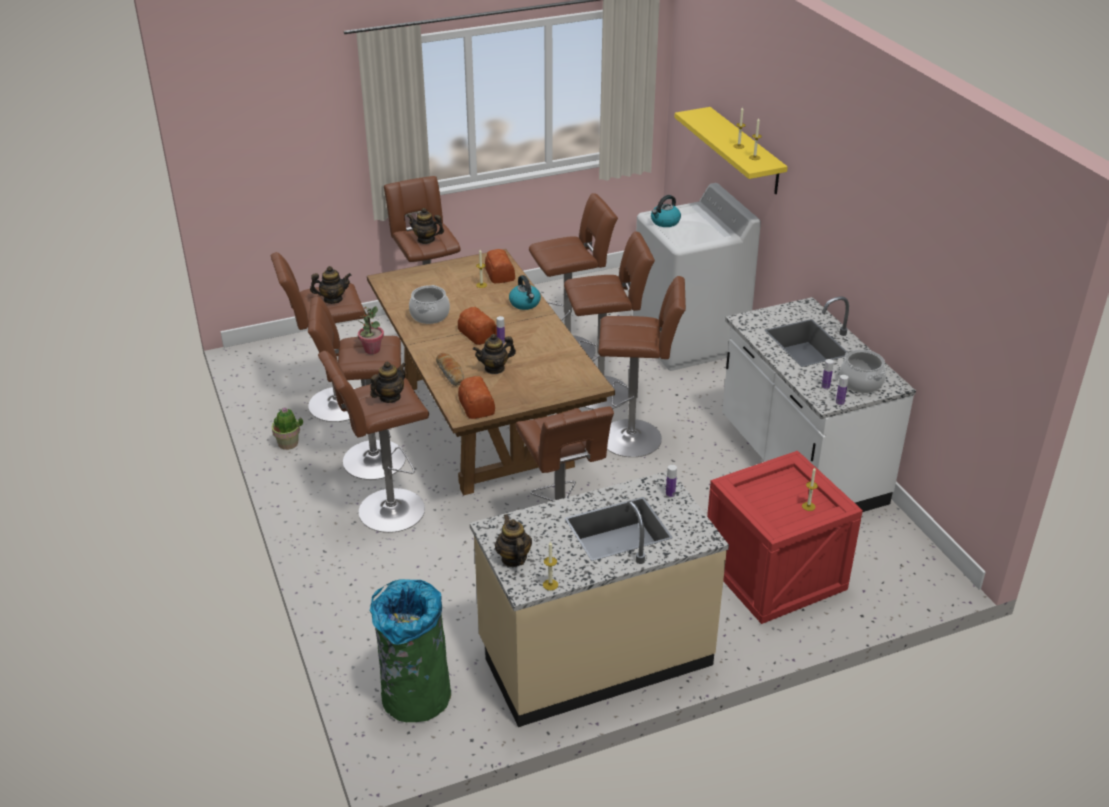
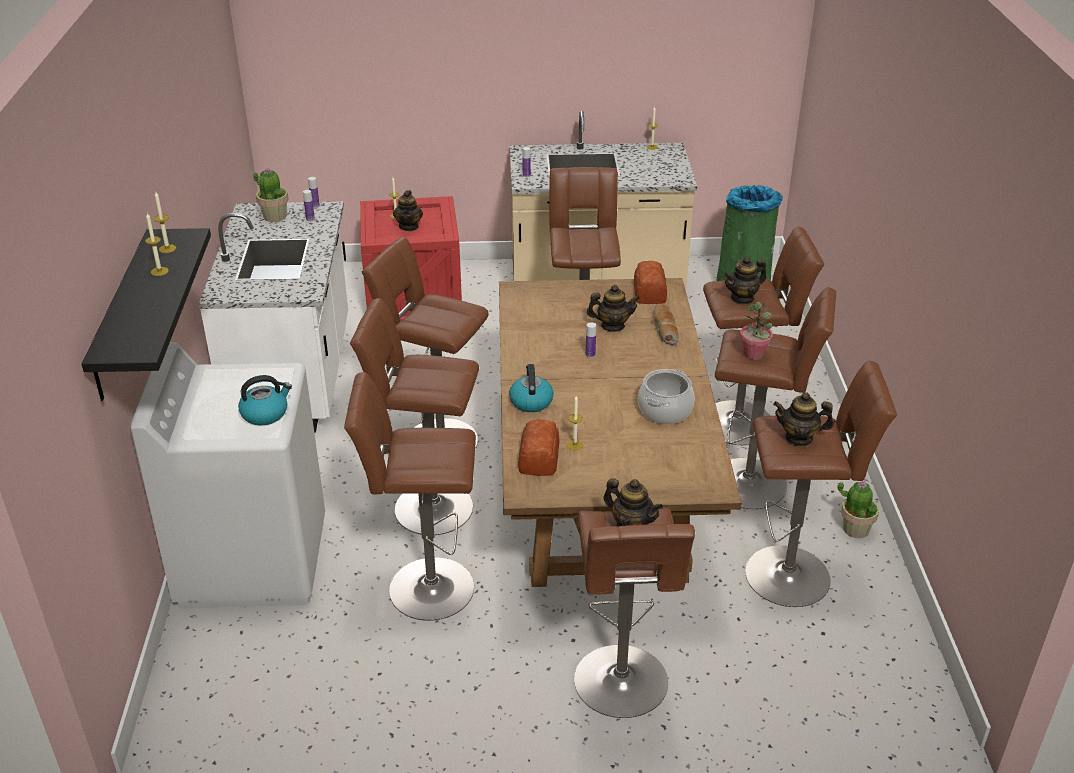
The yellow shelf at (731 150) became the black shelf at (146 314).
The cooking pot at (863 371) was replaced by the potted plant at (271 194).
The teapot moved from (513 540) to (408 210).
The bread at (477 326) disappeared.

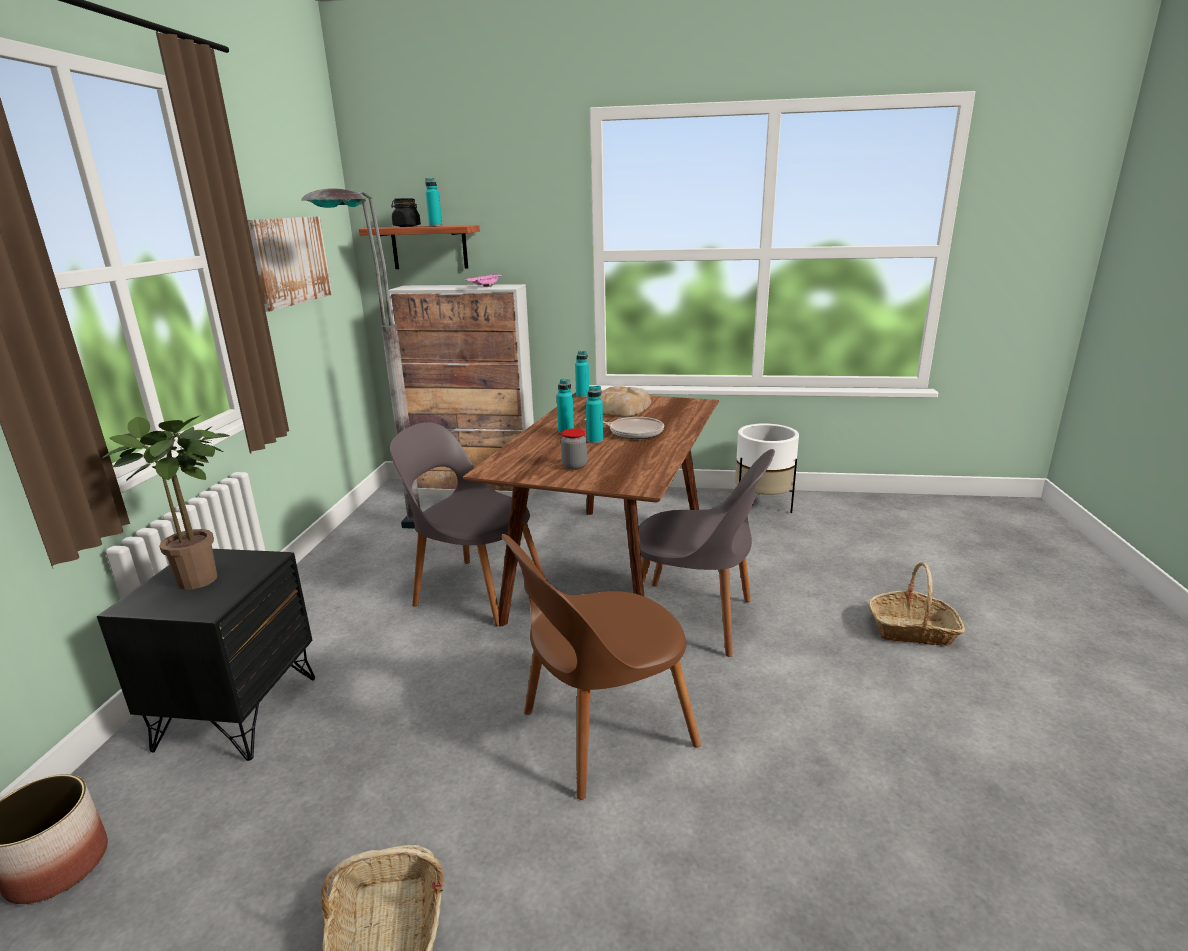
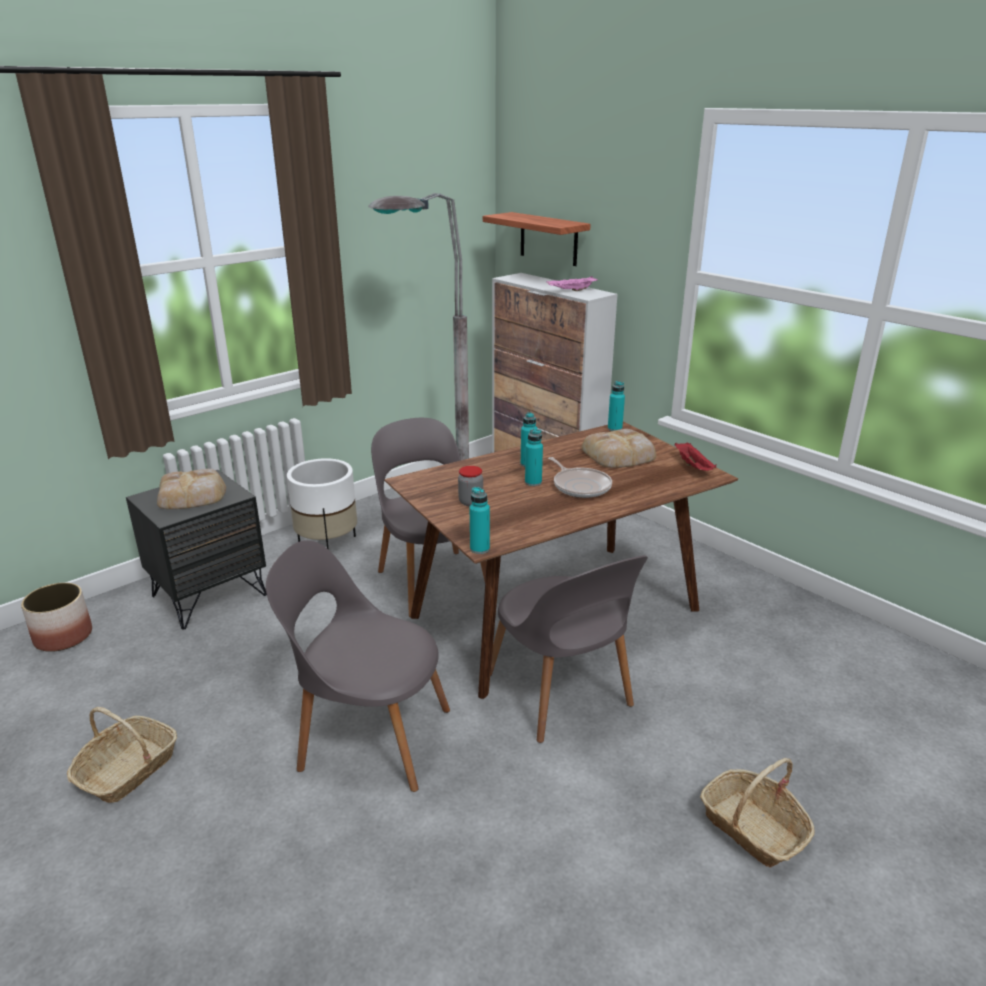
The potted plant at (166 503) was replaced by the bread at (191 489).
The brown chair at (601 667) became the grey chair at (358 666).
The white planter moved from (767 468) to (322 504).
The turquoise bottle moved from (433 202) to (480 520).
The red tray at (695 456) appeared.
The picture at (290 264) disappeared.
The black jar at (406 212) disappeared.

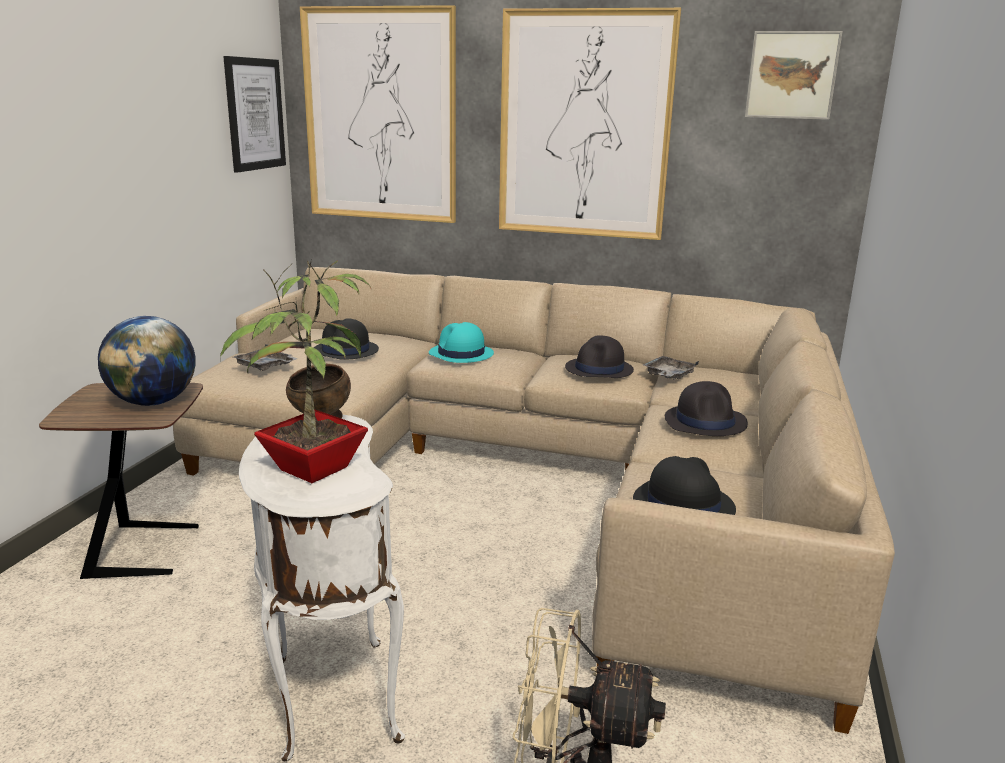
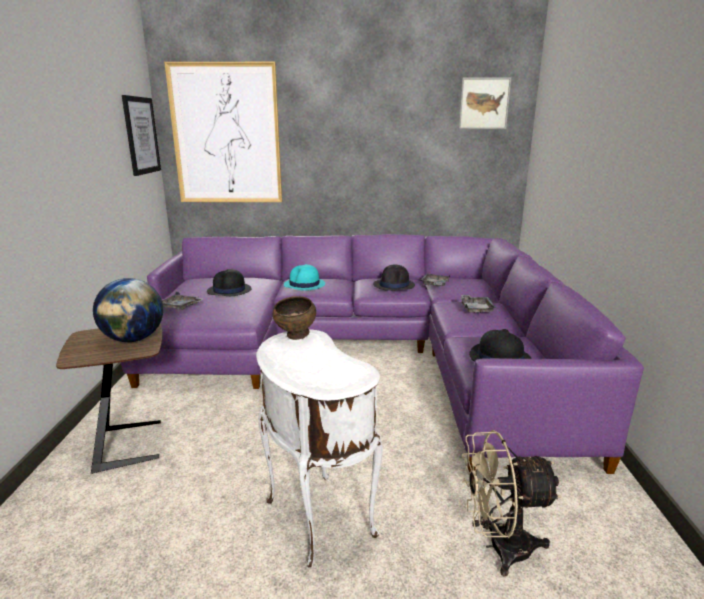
The beige sofa at (534 500) became the purple sofa at (382 354).
The black hat at (706 408) was replaced by the grey tray at (478 304).
The potted plant at (296 370) disappeared.
The picture at (590 124) disappeared.

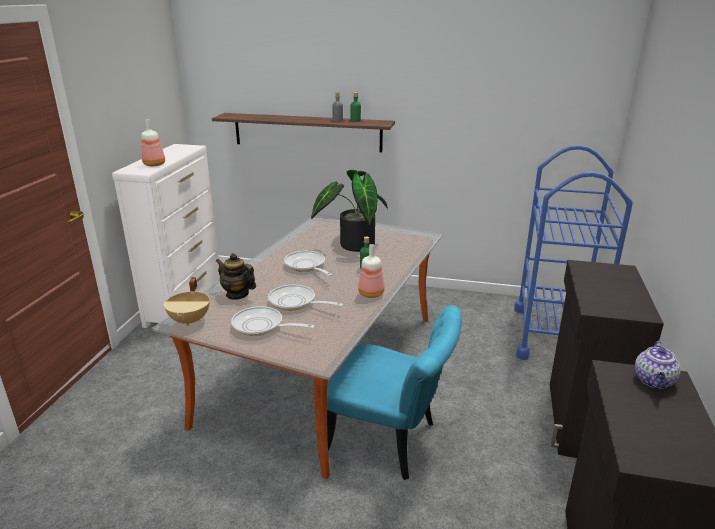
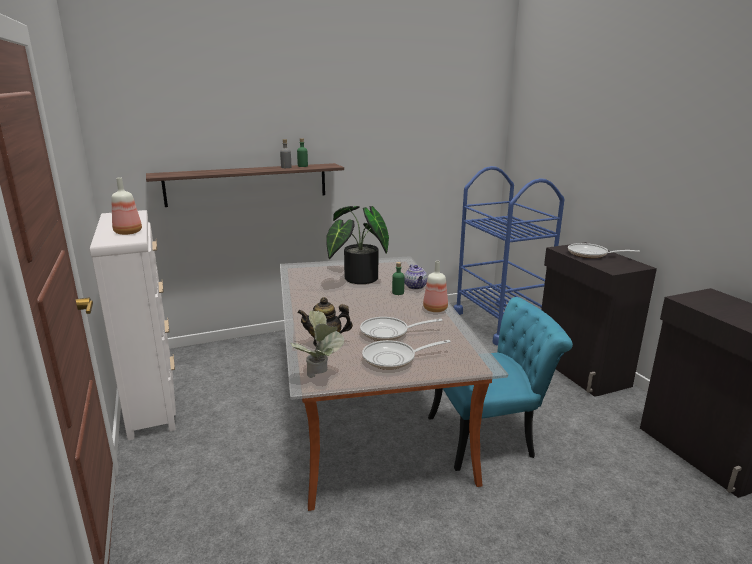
The beige cooking pot at (187 301) was replaced by the potted plant at (317 344).
The teapot moved from (658 365) to (416 277).
The frying pan moved from (308 263) to (604 250).

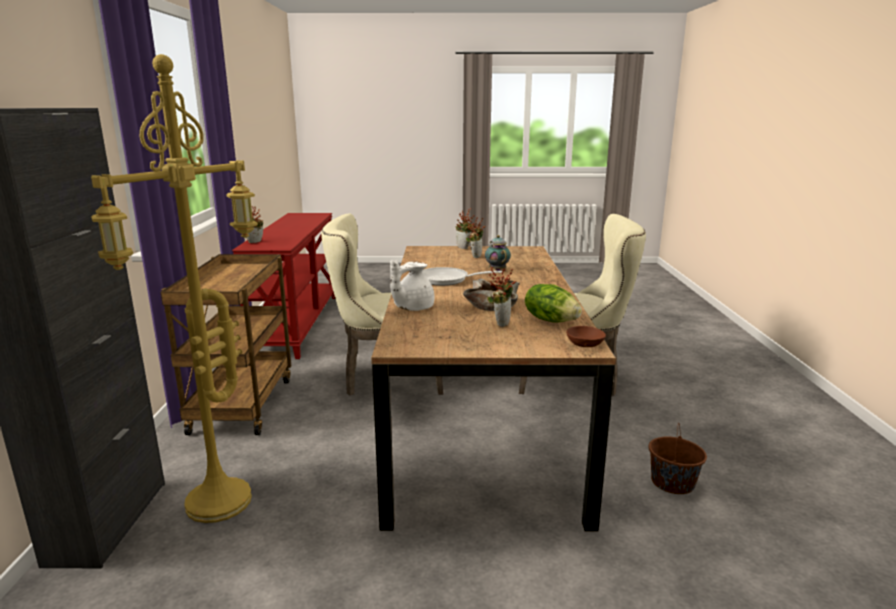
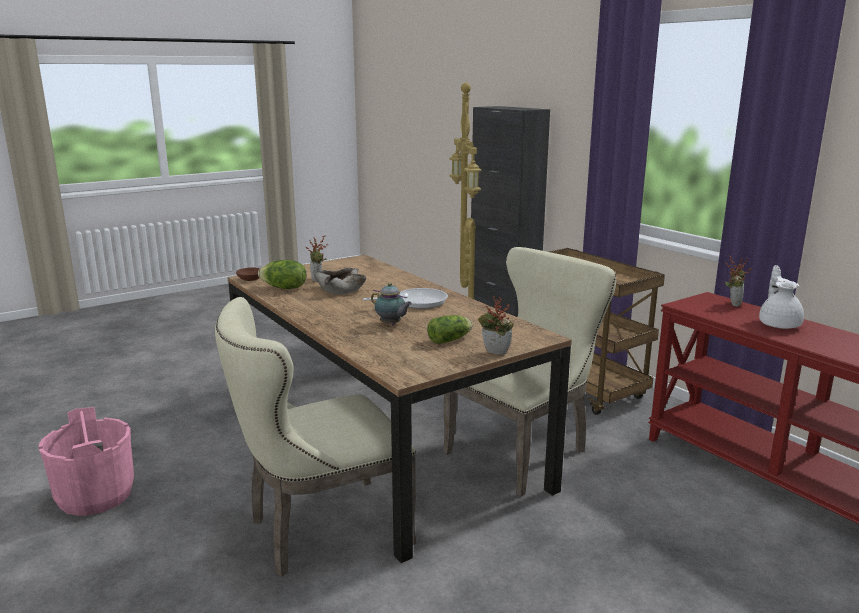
The pink bucket at (86 461) appeared.
The potted plant at (475 236) was replaced by the lettuce at (450 329).
The white teapot moved from (412 285) to (781 297).
The brown bucket at (678 458) disappeared.

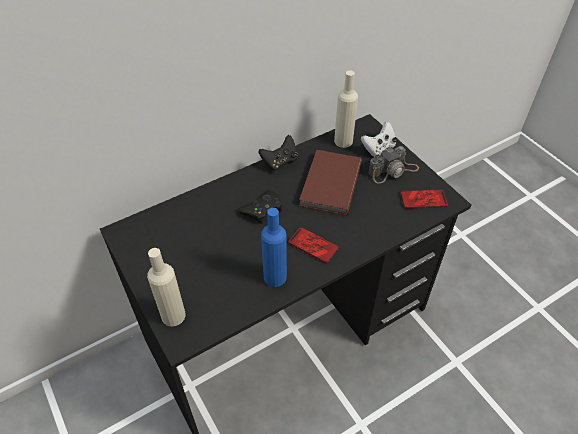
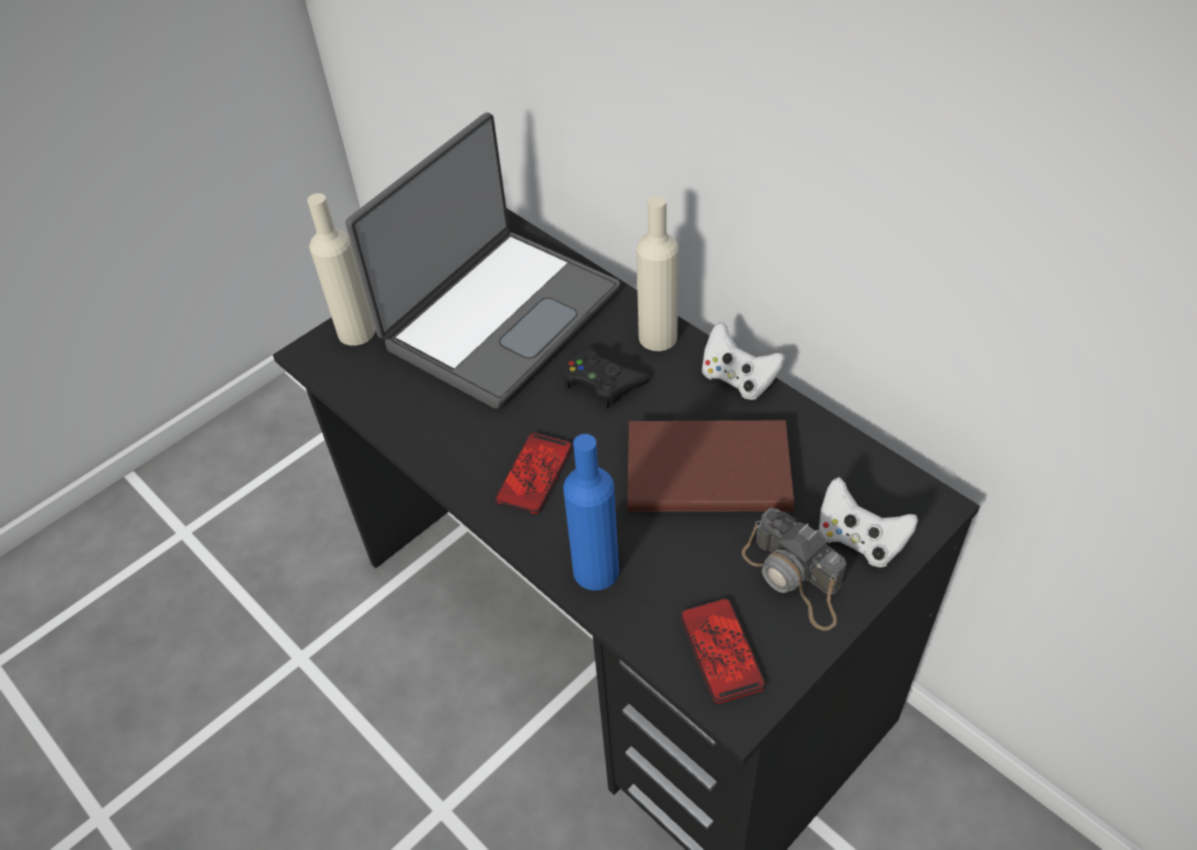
The laptop at (483 260) appeared.
The blue bottle moved from (274 247) to (591 512).
The beige bottle moved from (346 109) to (657 273).
The black game controller at (277 153) became the white game controller at (744 361).

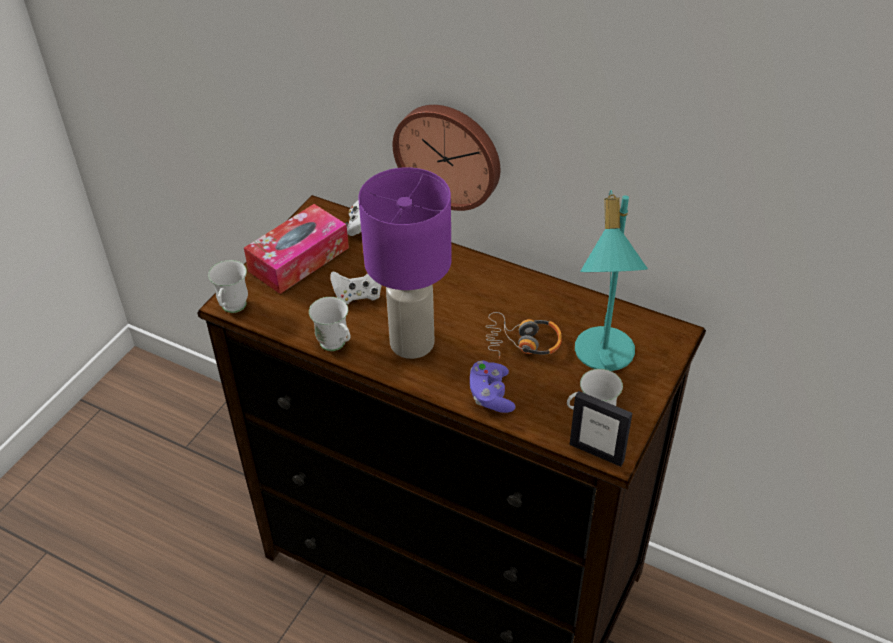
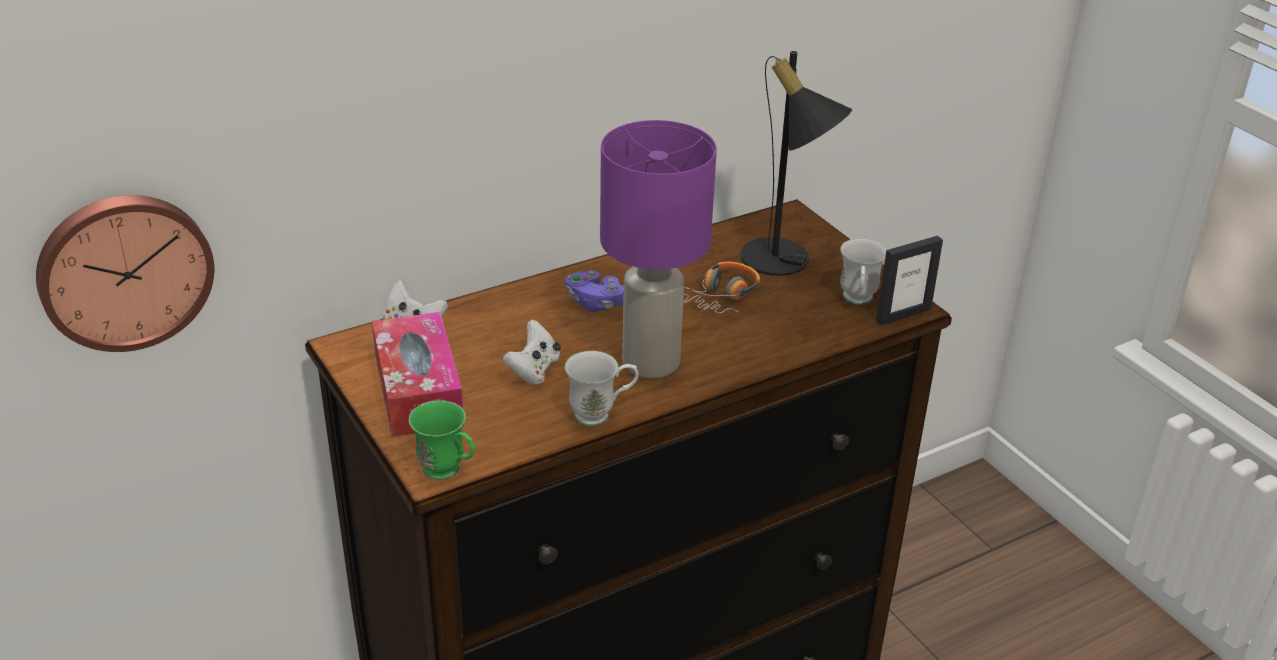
The wall clock moved from (446 158) to (125 273).
The white mug at (228 286) became the green mug at (442 440).
The purple game controller moved from (493 386) to (594 291).
The turquoise table lamp at (611 280) became the black table lamp at (796 163).

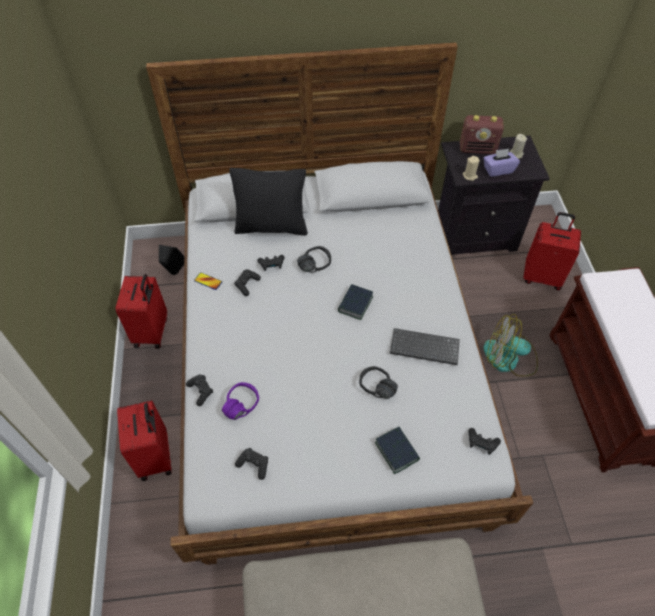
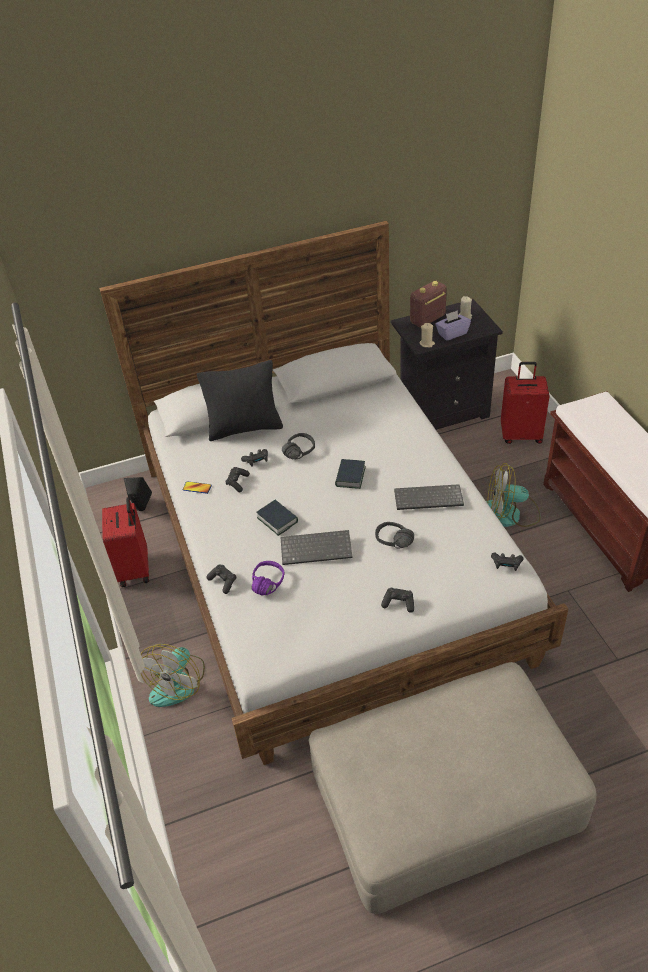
The red suitcase at (144 440) was replaced by the fan at (173 675).
The book moved from (397 450) to (277 518).
The keyboard at (316 547) appeared.
The black game controller moved from (251 464) to (397 600).
The radio at (482 134) turned 150 degrees clockwise.

